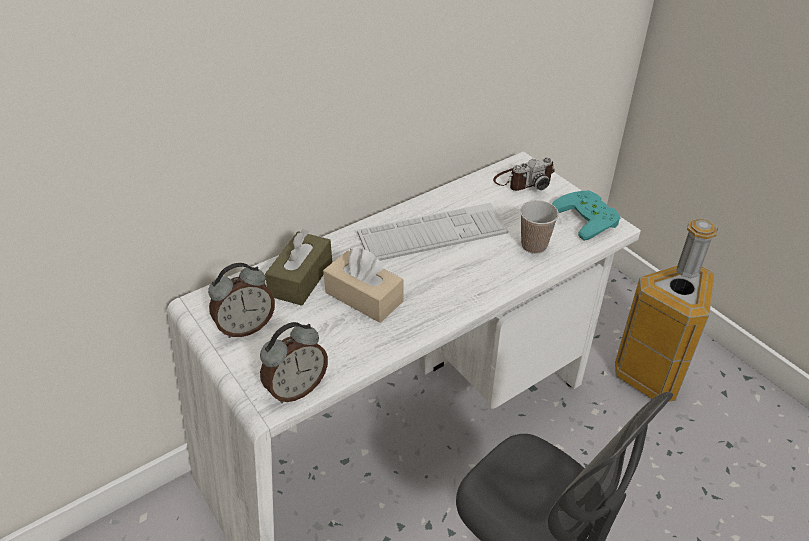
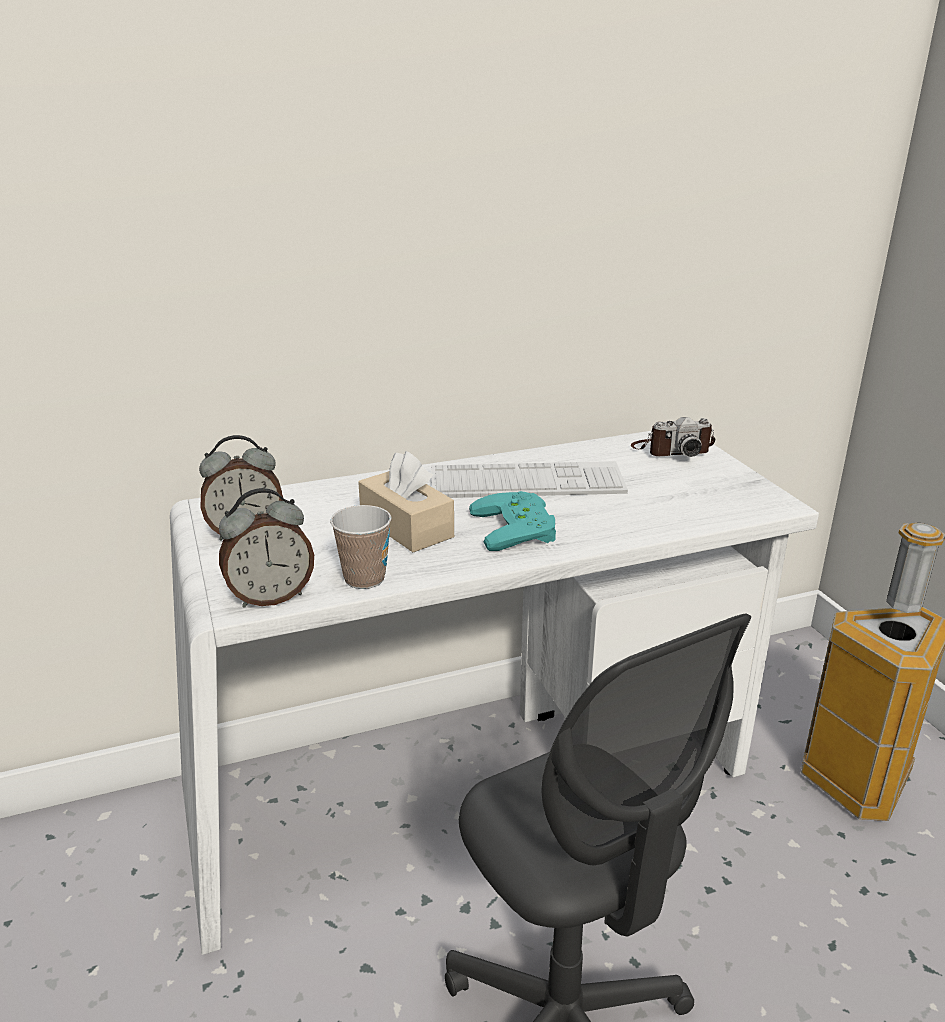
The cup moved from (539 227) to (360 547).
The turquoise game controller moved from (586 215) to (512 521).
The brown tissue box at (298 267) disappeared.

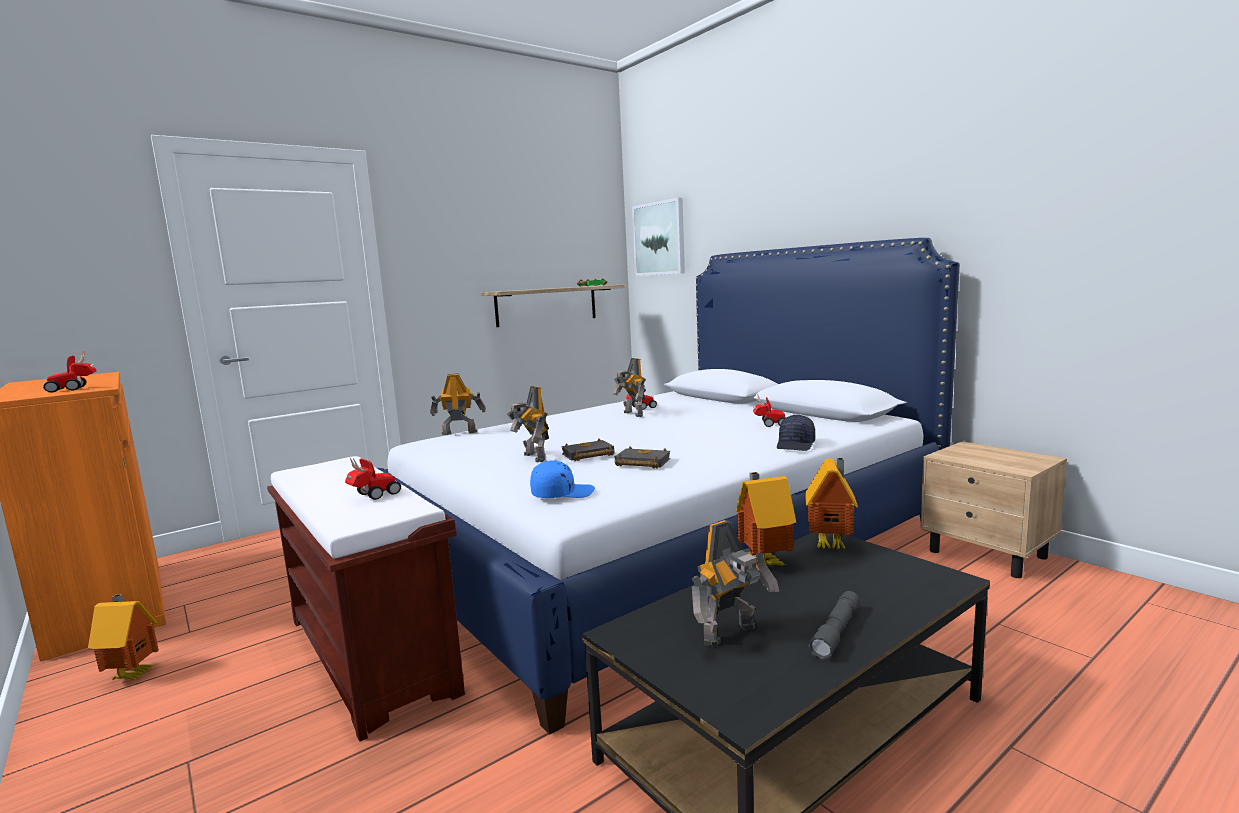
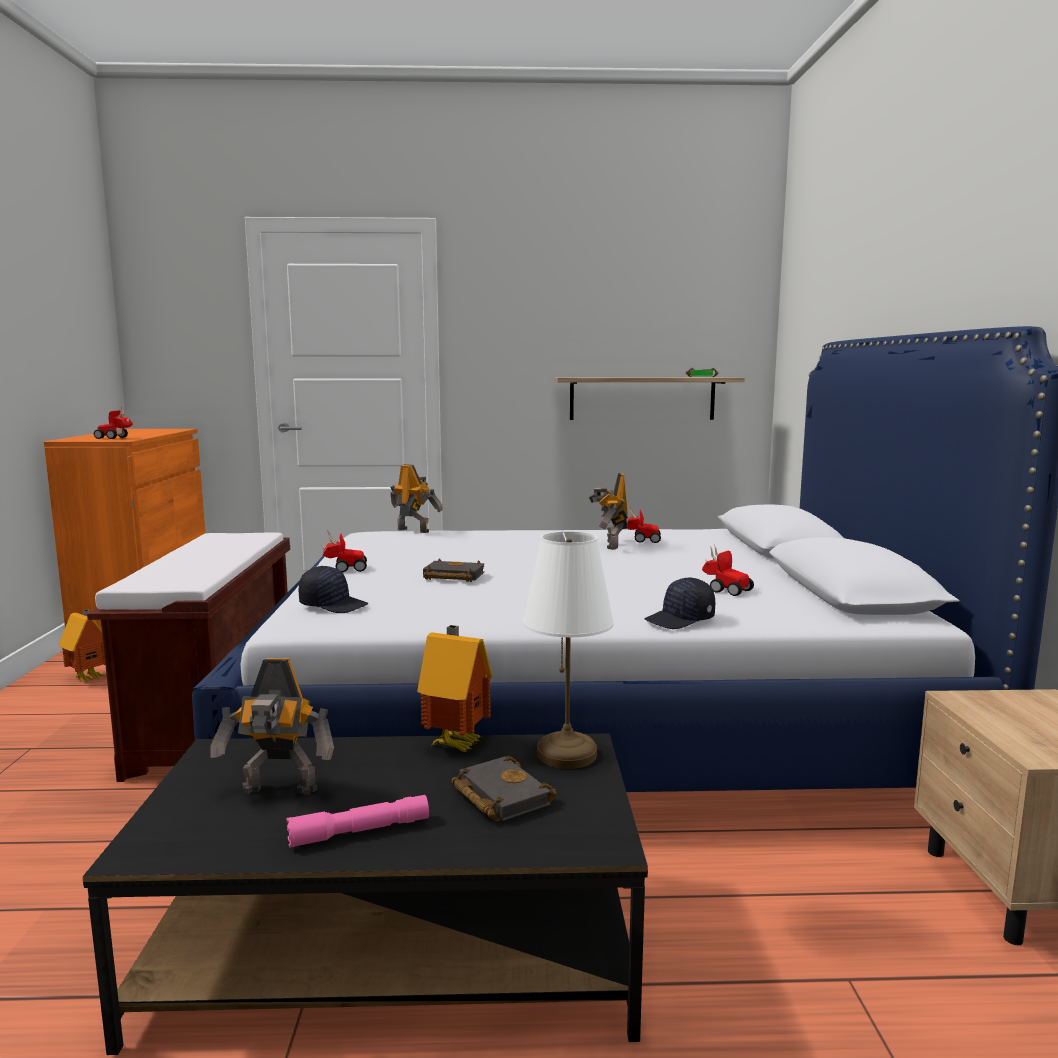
The grey flashlight at (833 625) became the pink flashlight at (358 821).
The blue cap at (562 479) became the black cap at (333 589).
The toy car moved from (373 479) to (344 551).
The black book moved from (642 458) to (504 788).
The toy house at (831 504) was replaced by the white table lamp at (568 650).
The toy robot at (528 424) disappeared.
The picture at (658 237) disappeared.

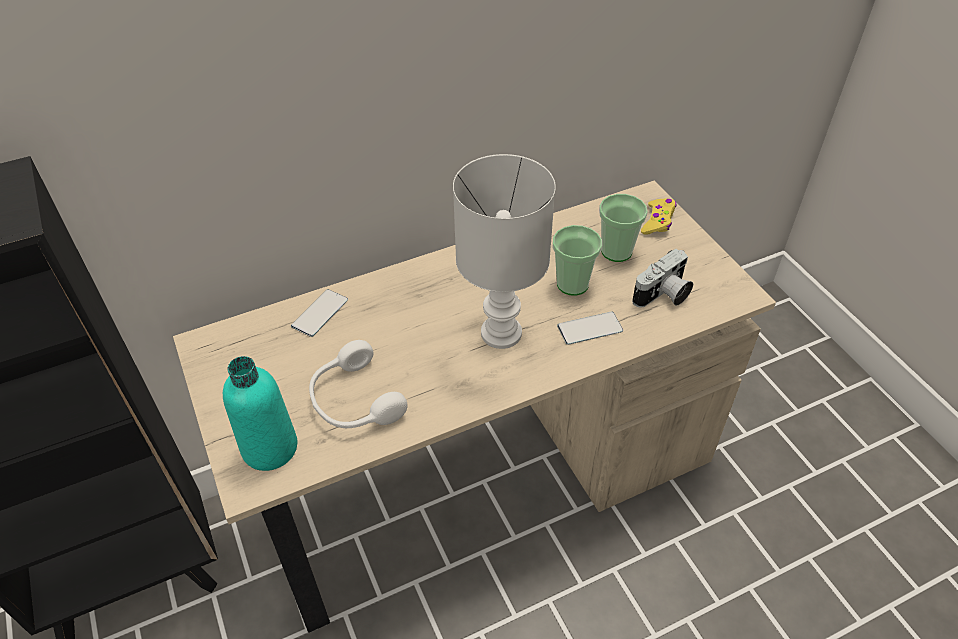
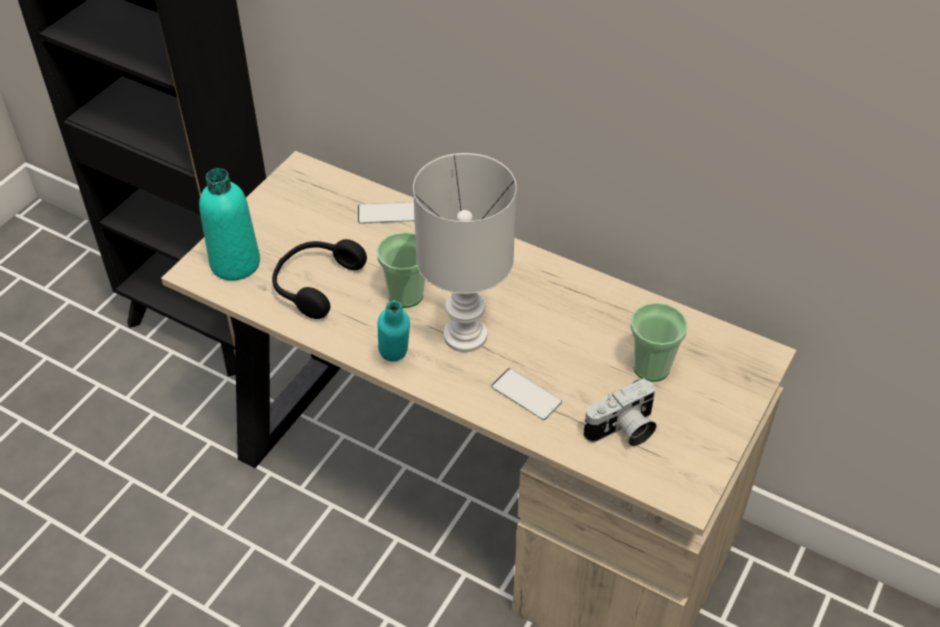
The white headphones at (358 384) became the black headphones at (319 279).
The cup moved from (577 260) to (401 270).
The turquoise bottle at (393 331) appeared.
The photo camera at (662 278) turned 45 degrees counterclockwise.
The yellow game controller at (658 217) disappeared.

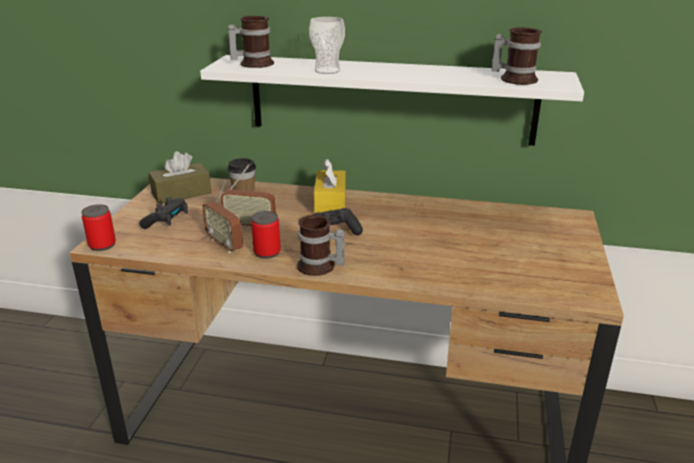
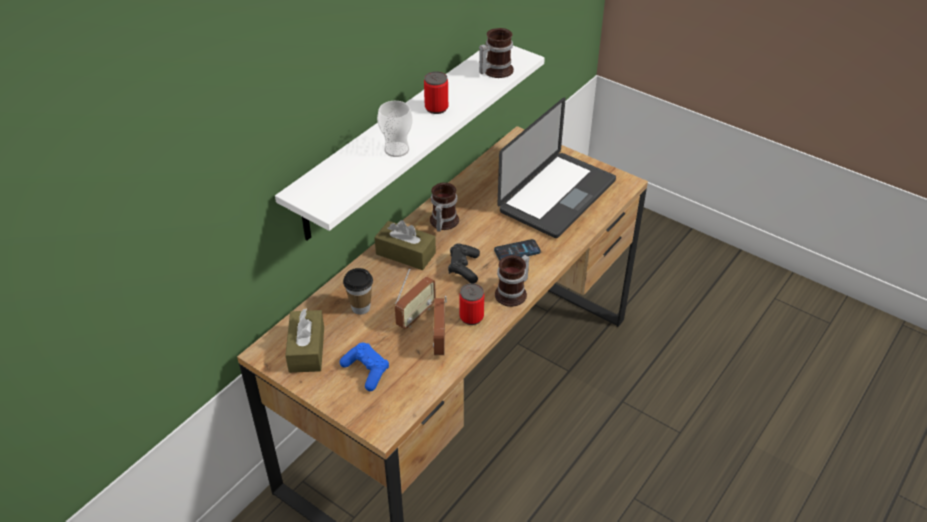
The black game controller at (163 213) became the blue game controller at (364 367).
The yellow tissue box at (330 186) became the brown tissue box at (405 245).
The can moved from (99 227) to (436 92).
The mug moved from (251 42) to (444 207).
The radio at (222 217) turned 105 degrees clockwise.
The phone at (517 250) appeared.
The laptop at (556 167) appeared.

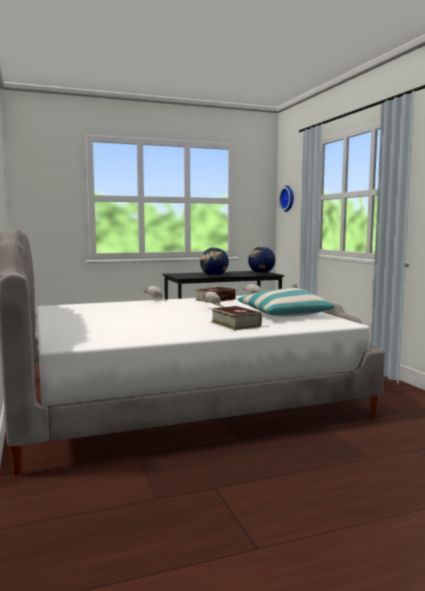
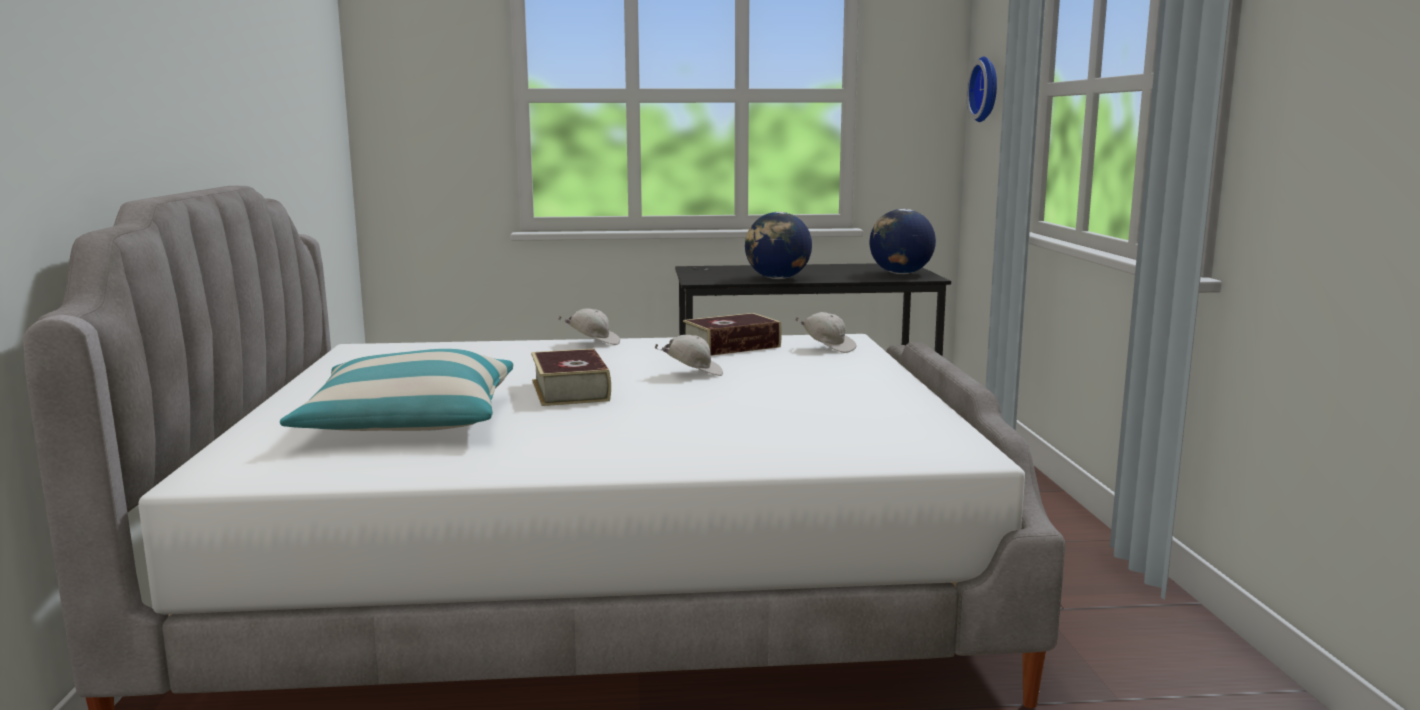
The pillow moved from (286 302) to (396 390).
The book moved from (236 318) to (571 377).

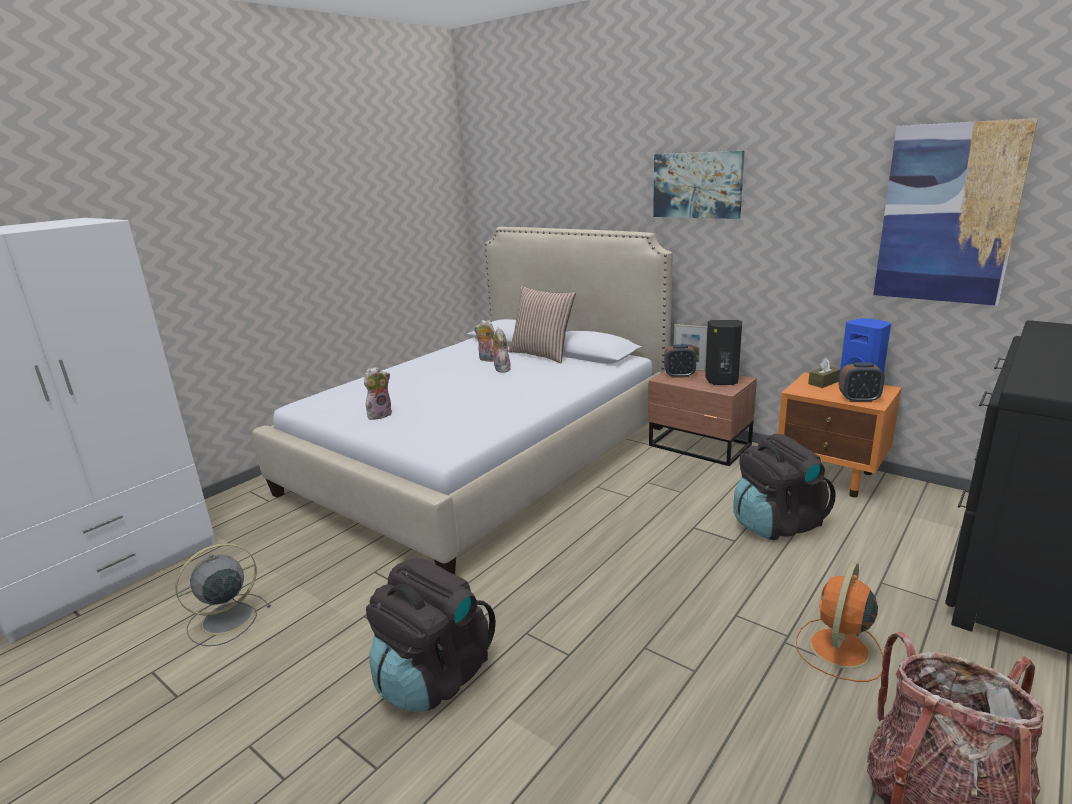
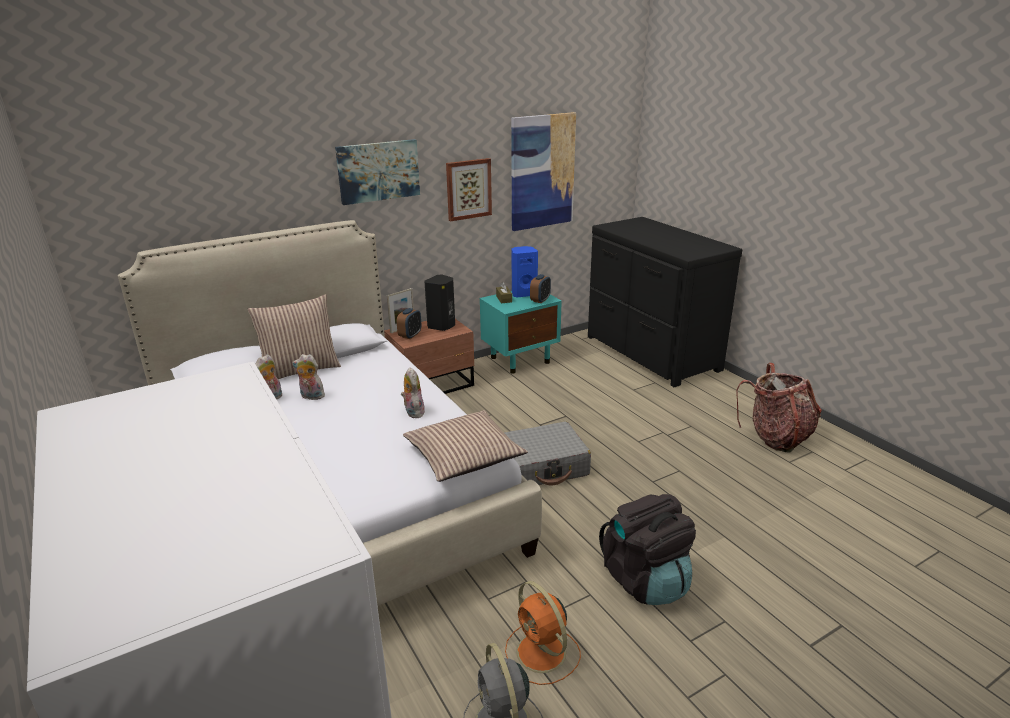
The plush toy moved from (378 393) to (413 392).
The pillow at (465 446) appeared.
The picture at (469 189) appeared.
The orange nightstand at (840 434) became the turquoise nightstand at (521 332).
The grey suitcase at (547 453) appeared.
The orange fan moved from (839 622) to (543 633).
The black backpack at (784 487) disappeared.

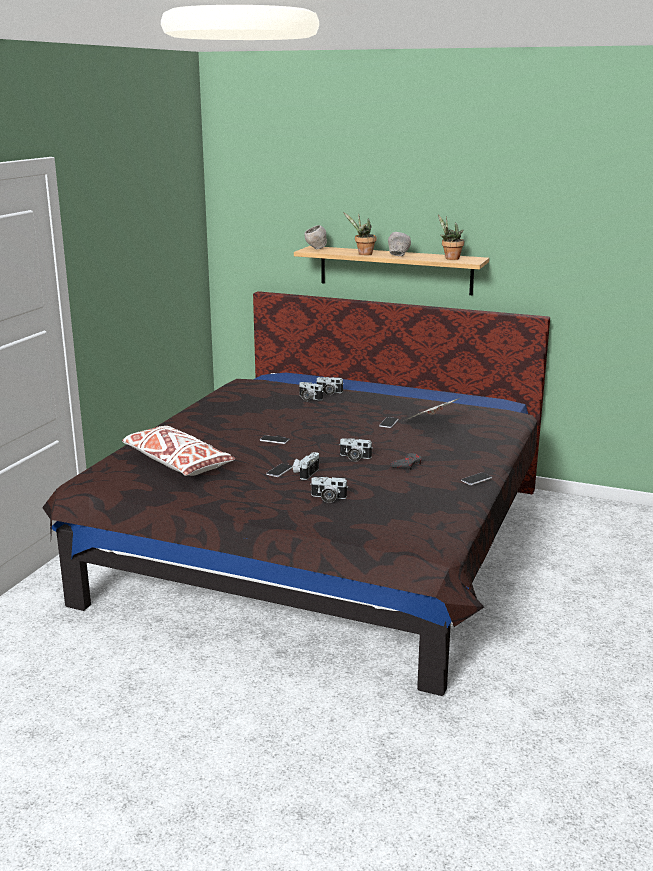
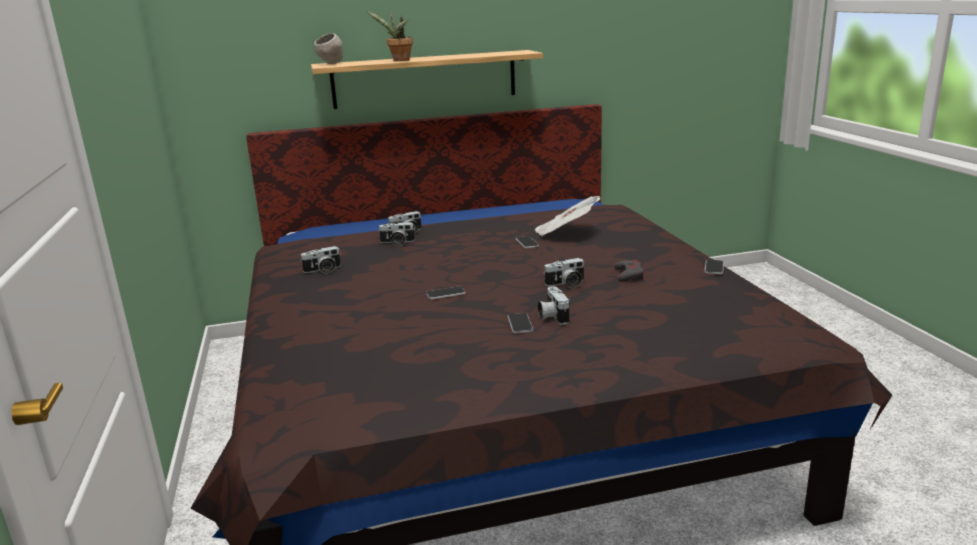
The photo camera moved from (329 490) to (320 260).
The white pillow at (178 451) disappeared.
The grey bowl at (399 244) disappeared.
The potted plant at (451 237) disappeared.

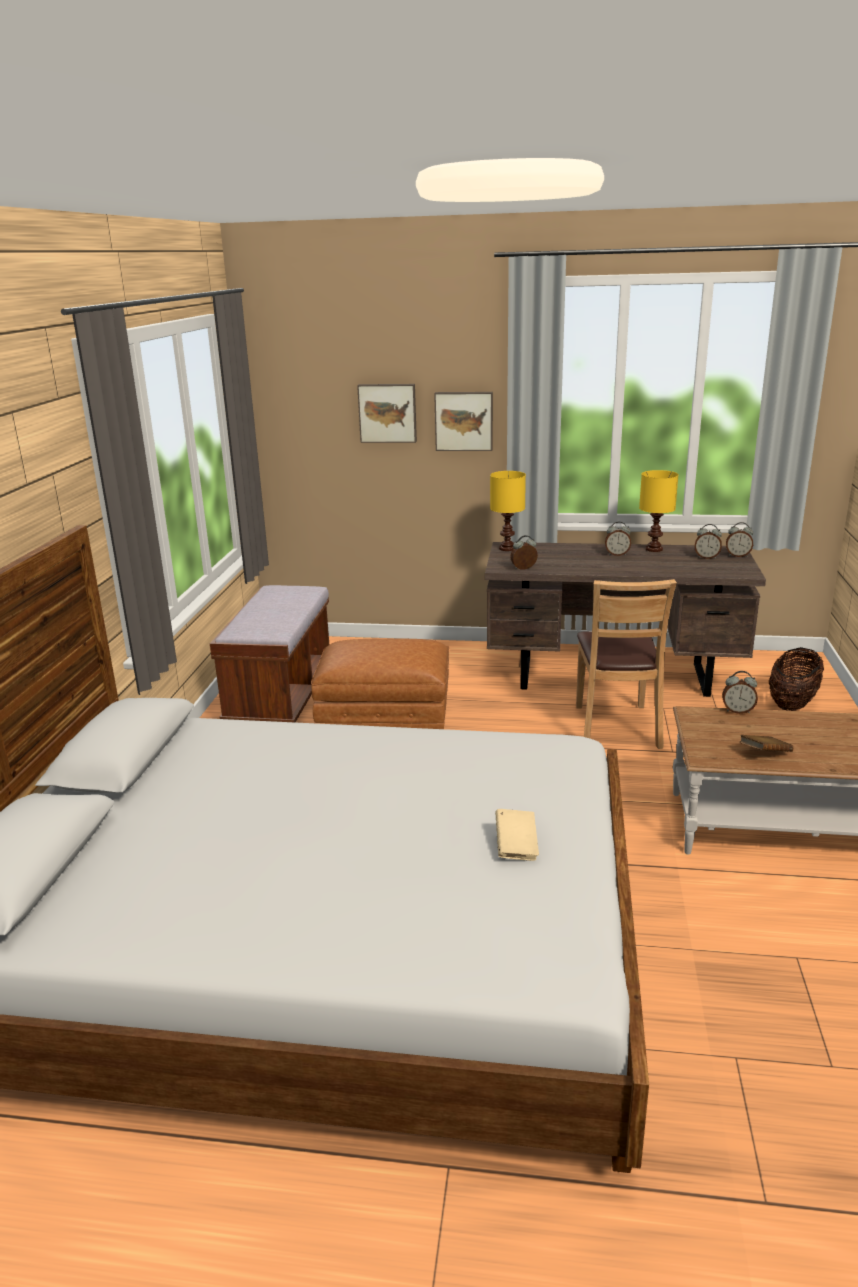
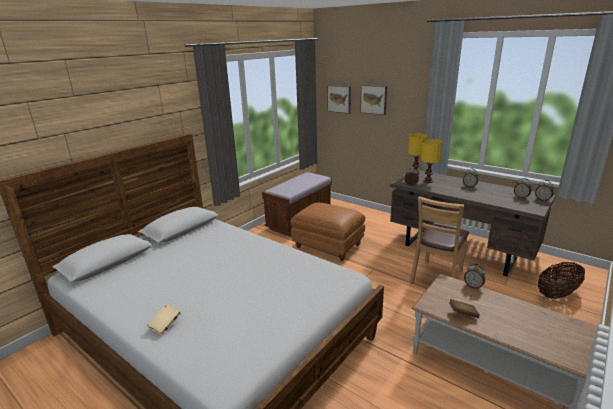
The beige book moved from (517 835) to (164 319).
The picture moved from (463 421) to (339 99).
The yellow table lamp moved from (659 511) to (431 161).

